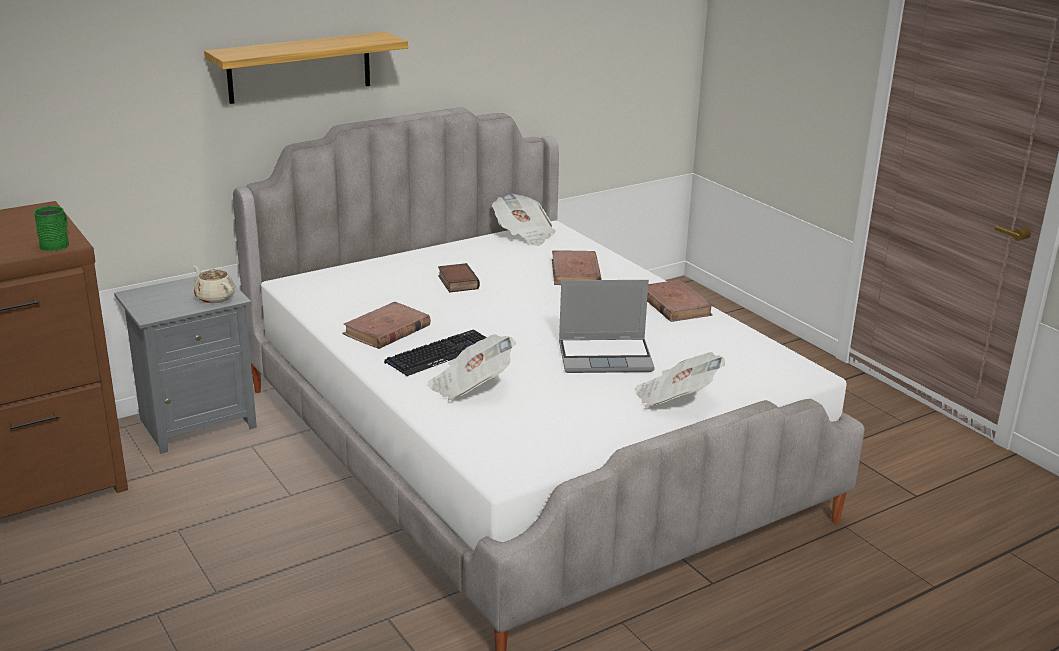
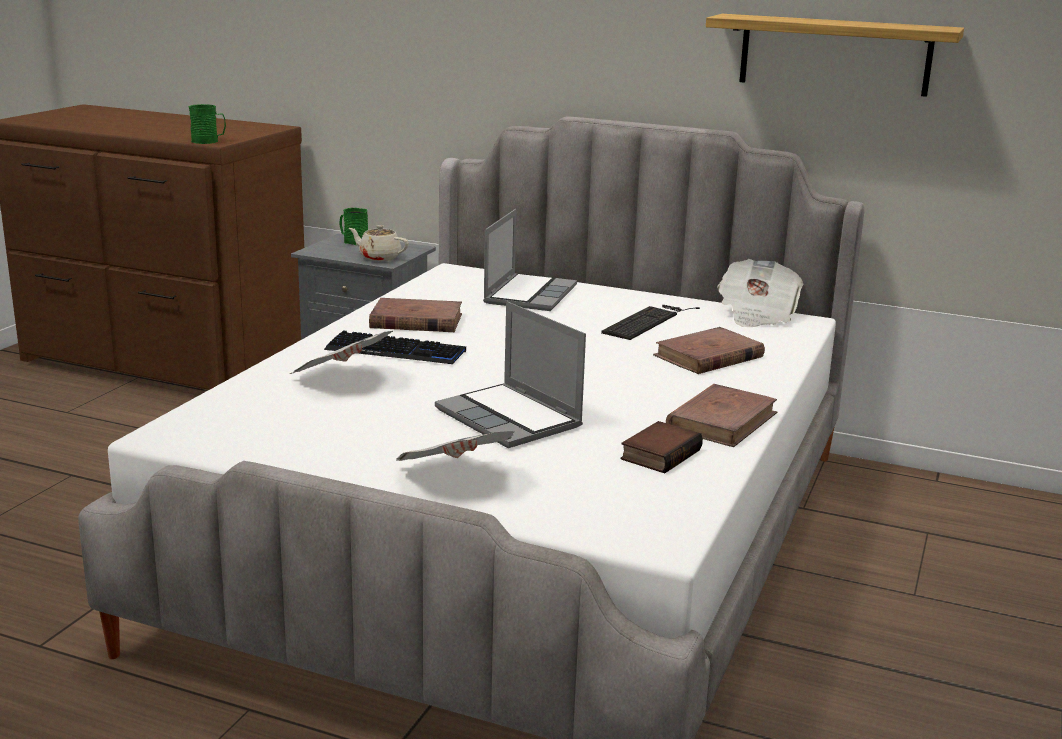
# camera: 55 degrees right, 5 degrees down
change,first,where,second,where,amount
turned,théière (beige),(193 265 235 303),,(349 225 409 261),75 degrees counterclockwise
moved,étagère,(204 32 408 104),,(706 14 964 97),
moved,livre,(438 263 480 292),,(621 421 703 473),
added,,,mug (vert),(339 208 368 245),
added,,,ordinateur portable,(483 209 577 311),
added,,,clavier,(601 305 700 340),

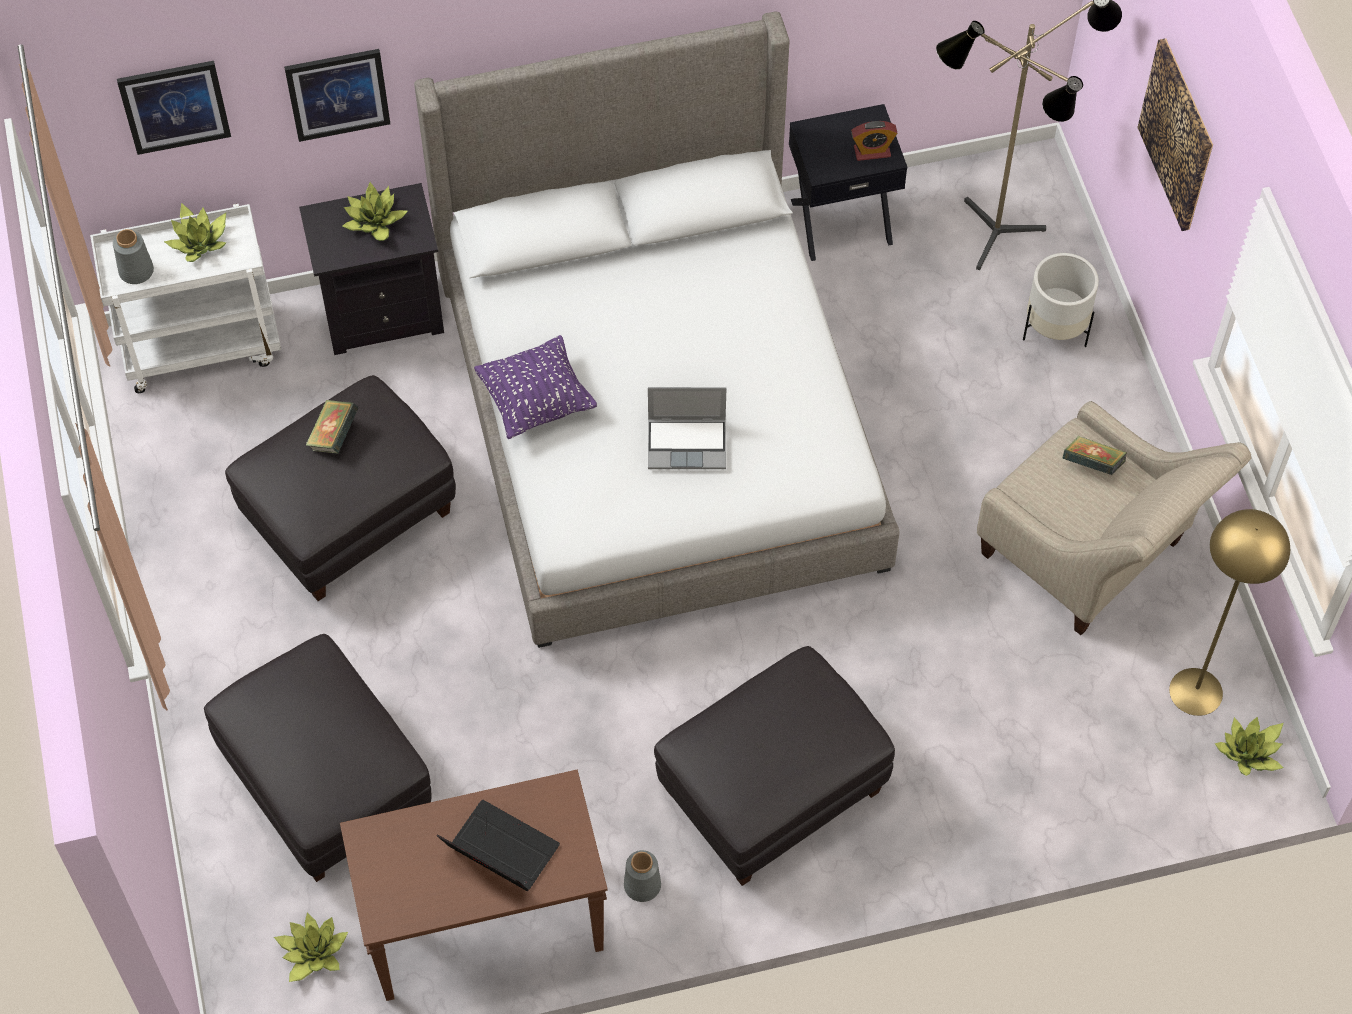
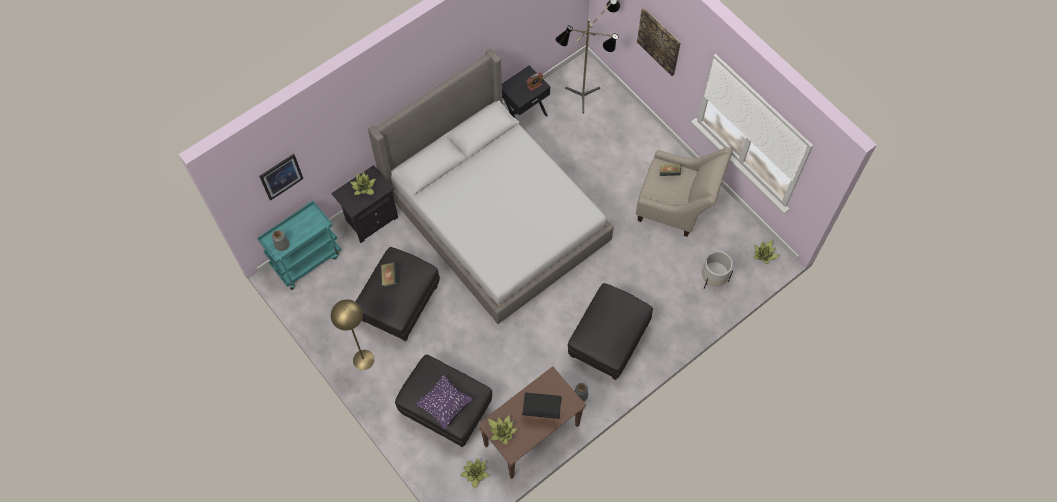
# camera: 25 degrees left, 5 degrees up
change,first,where,second,where,amount
recoloured,chariot (blanc),(90 204 281 393),chariot (turquoise),(257 201 341 290),
moved,plante en pot,(164 203 226 262),,(488 415 517 445),
removed,tableau,(284 49 390 142),,,
moved,coussin (violet),(474 335 597 439),,(416 374 473 429),
removed,ordinateur portable,(648 387 726 469),,,
moved,cache-pot (blanc),(1023 253 1099 347),,(702 251 733 289),
moved,lampadaire (jaune),(1169 509 1290 716),,(331 299 375 370),

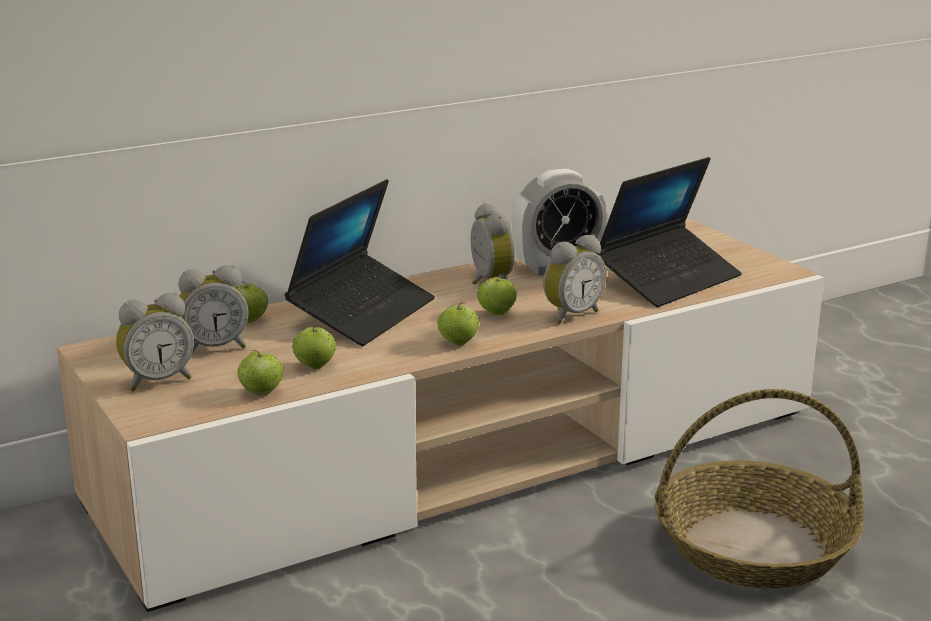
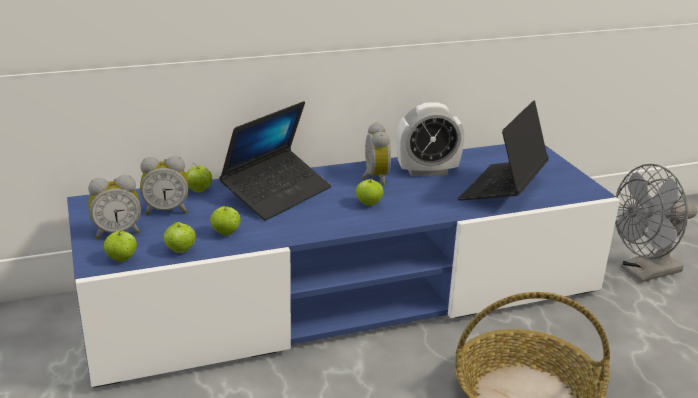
# camera: 10 degrees right, 5 degrees up
change,first,where,second,where,amount
recoloured,meuble télé (beige),(57 219 824 612),meuble télé (bleu),(67 144 620 388),
moved,pomme,(437 303 479 346),,(104 230 137 262),
removed,réveil,(543 234 607 324),,,
turned,ordinateur portable,(595 157 742 307),,(458 101 549 200),150 degrees clockwise
added,,,ventilateur (gris),(615 164 697 282),

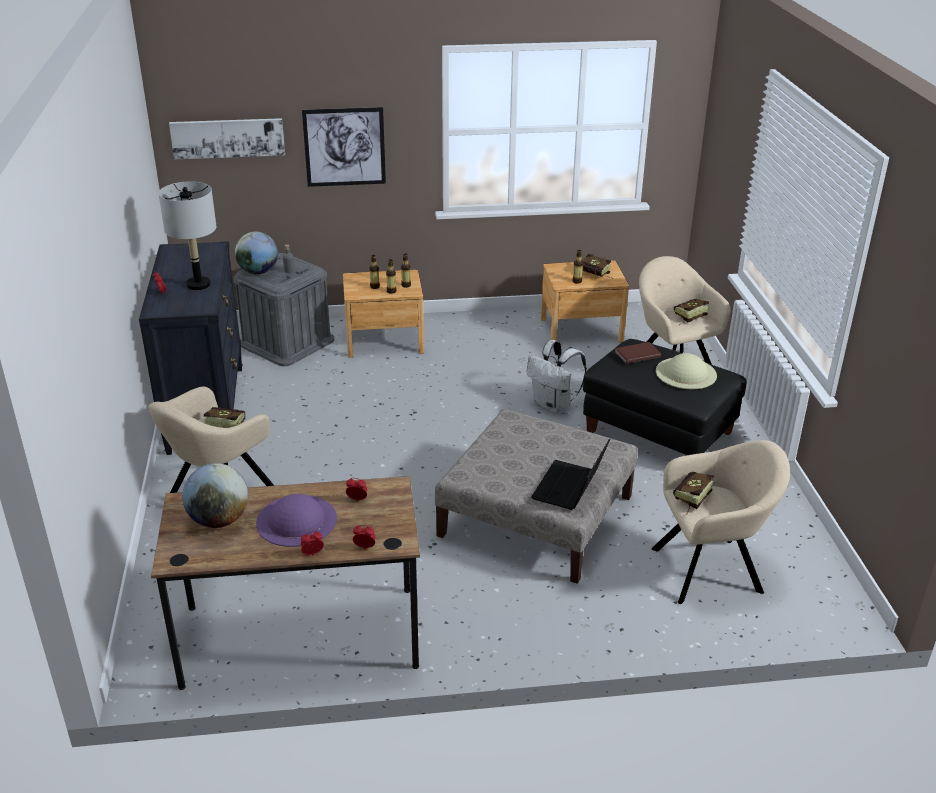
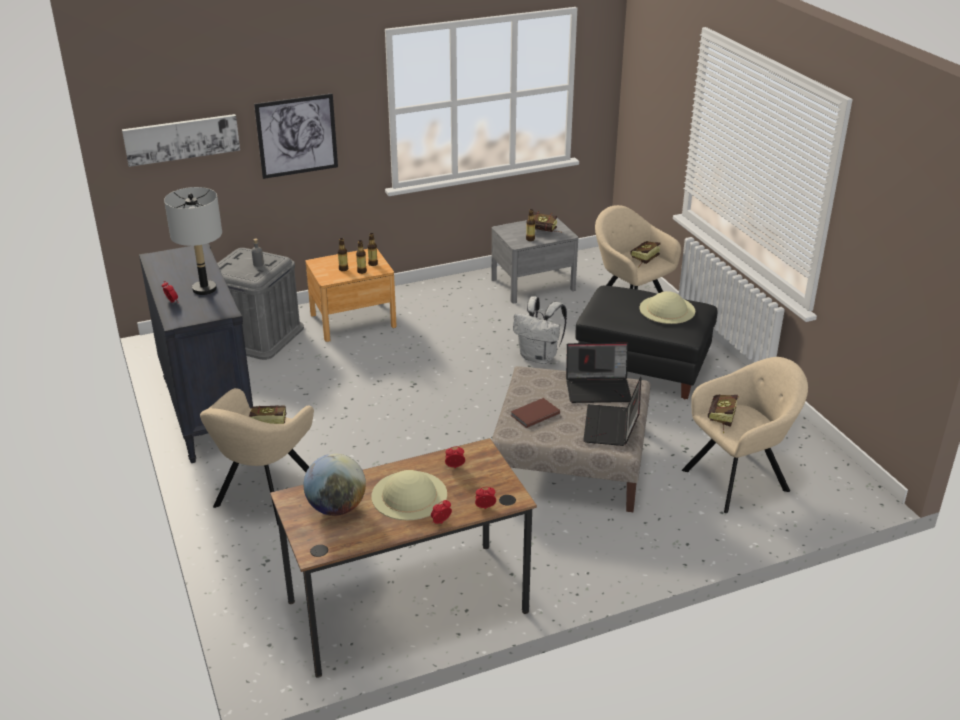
# camera: 15 degrees left, 0 degrees up
change,first,where,second,where,amount
removed,globe,(235 231 278 274),,,
recoloured,chapeau (violet),(256 494 337 547),chapeau (beige),(371 470 447 520),
recoloured,table de chevet (marron),(541 260 629 343),table de chevet (gris),(491 215 578 303),
moved,livre (marron),(615 342 661 364),,(510 398 560 428),
added,,,ordinateur portable,(566 343 631 403),

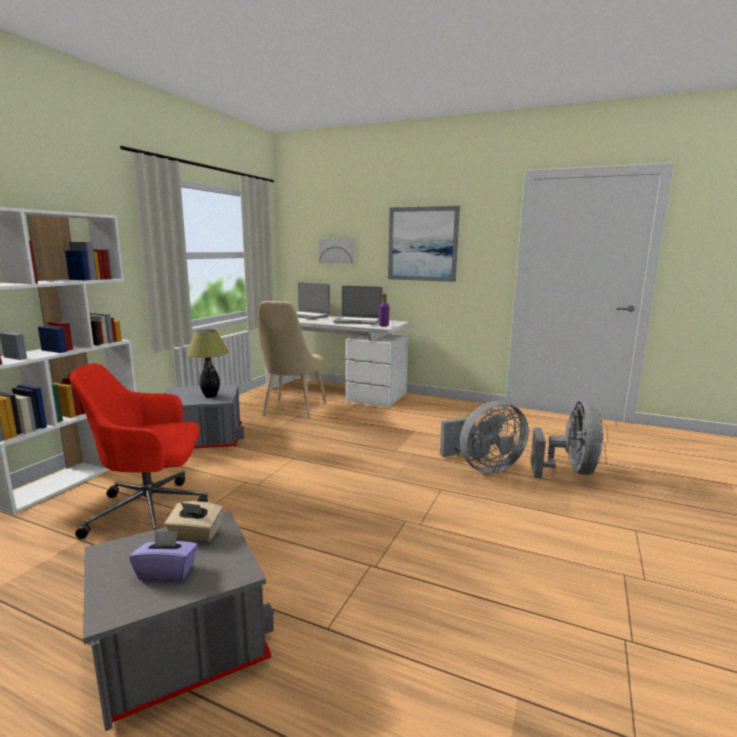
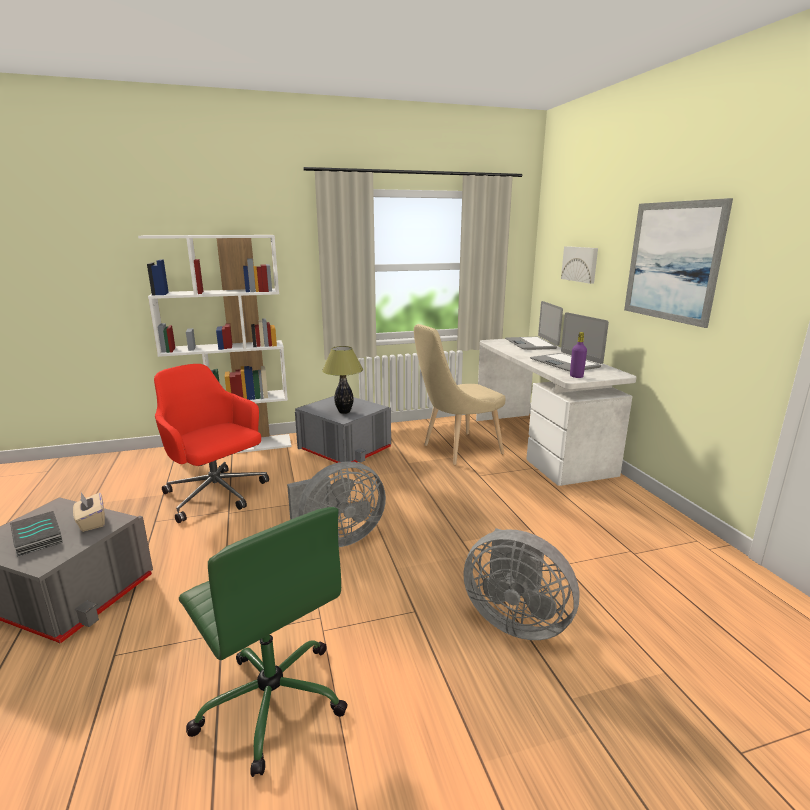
# camera: 50 degrees right, 5 degrees up
change,first,where,second,where,amount
replaced,boîte à mouchoirs (violet),(130 530 198 581),livre,(10 511 62 557),
moved,ventilateur (gris),(530 400 604 479),,(287 461 386 547),
added,,,chaise de bureau (vert),(179 507 348 777),

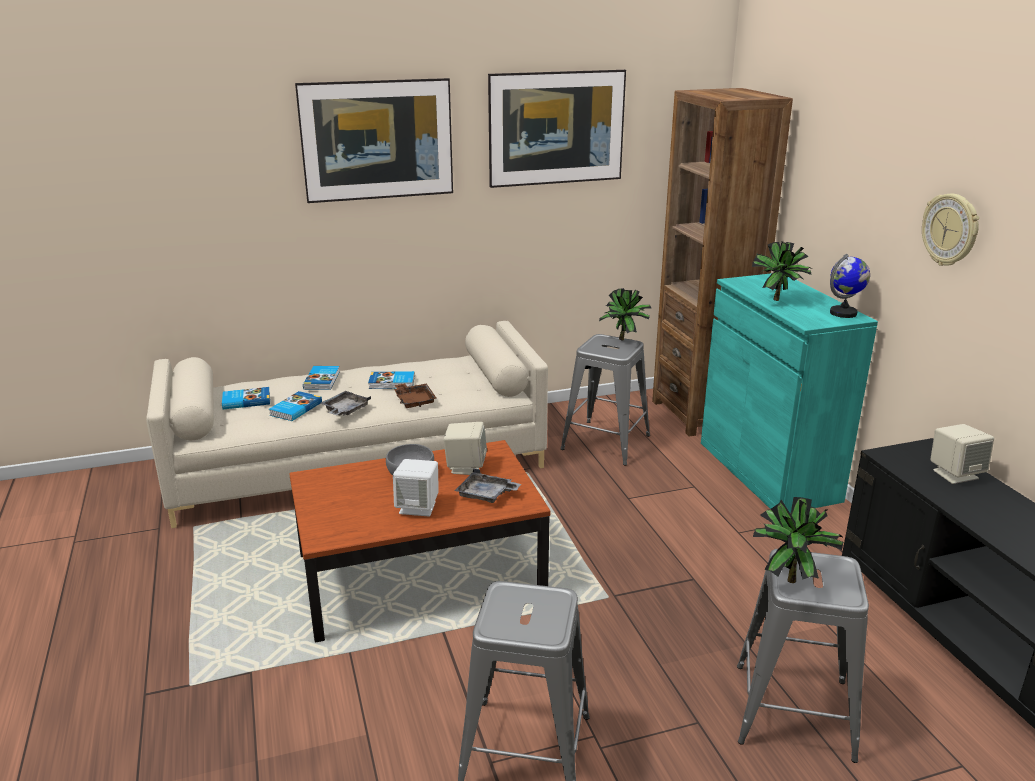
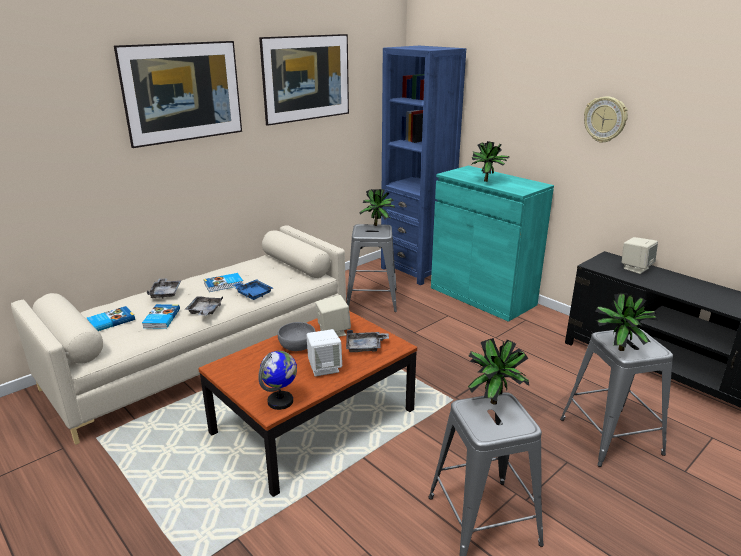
# camera: 25 degrees left, 0 degrees up
change,first,where,second,where,amount
replaced,livre,(303 366 340 390),plateau (gris),(147 278 181 299),
recoloured,plateau (marron),(394 383 437 408),plateau (bleu),(233 279 273 300),
recoloured,bibliothèque (marron),(652 88 793 437),bibliothèque (bleu),(381 46 466 285),
moved,globe,(830 254 870 318),,(258 351 297 410),
added,,,plante en pot,(468 338 530 405),

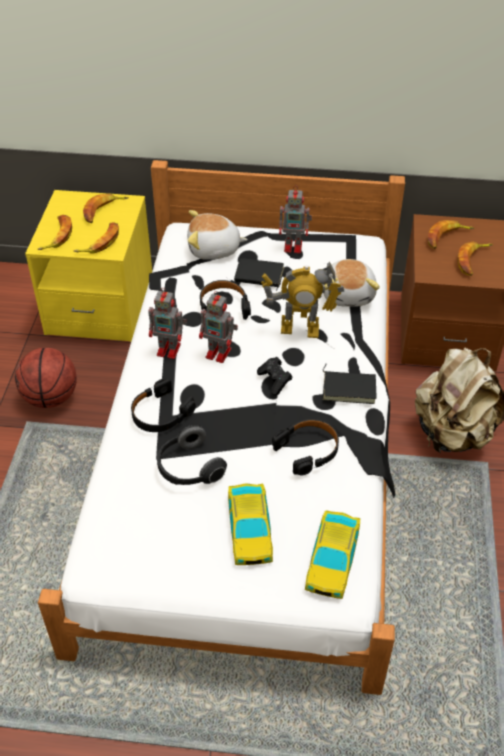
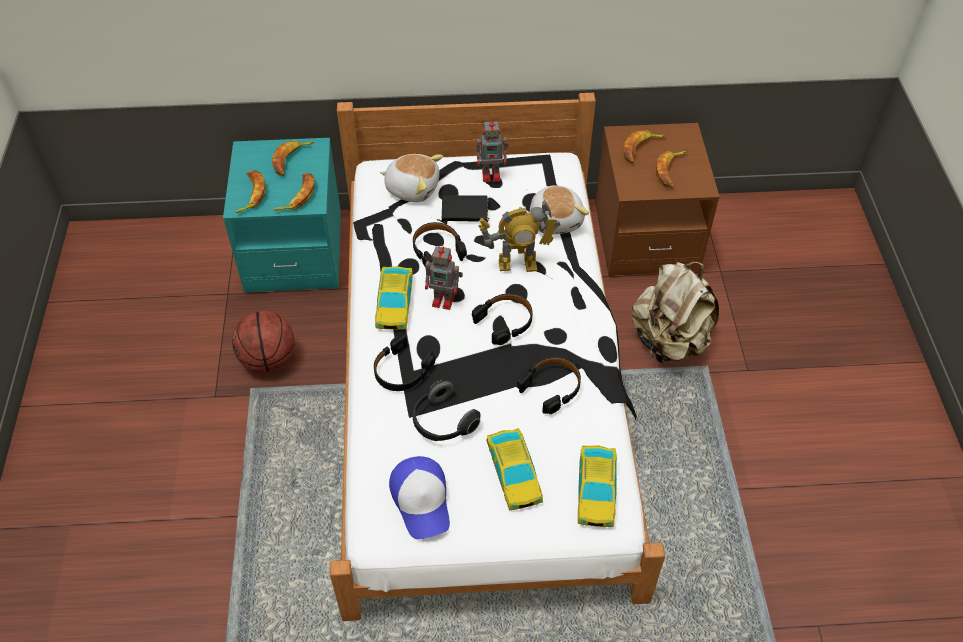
# camera: 10 degrees left, 5 degrees up
change,first,where,second,where,amount
recoloured,table de chevet (jaune),(25 190 152 342),table de chevet (turquoise),(223 138 341 293),
replaced,robot jouet,(149 288 187 359),petite voiture,(375 266 413 330),
turned,peluche,(187 210 248 260),,(380 154 443 202),150 degrees counterclockwise
replaced,manette (noir),(257 357 292 396),casque audio (noir),(472 293 533 345),
removed,livre (noir),(323 364 377 404),,,
added,,,casquette,(389 456 450 540),

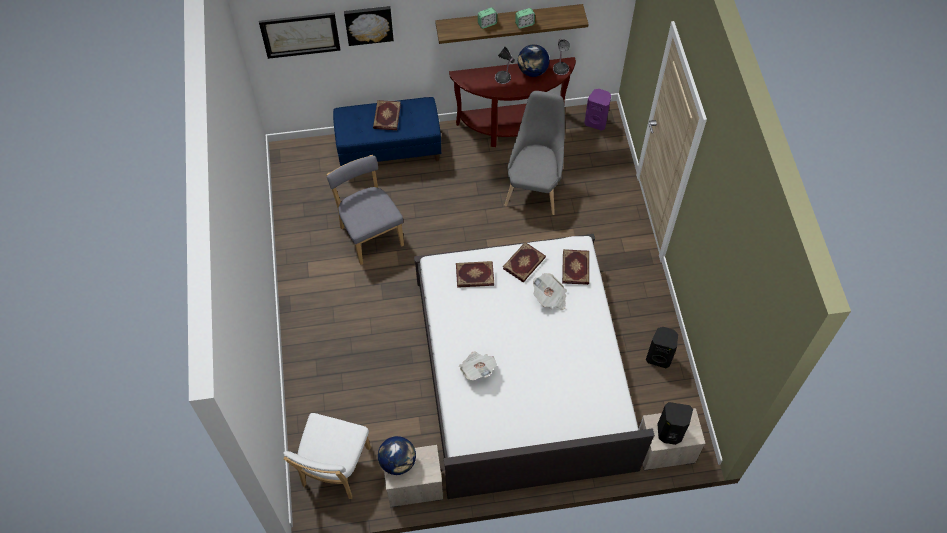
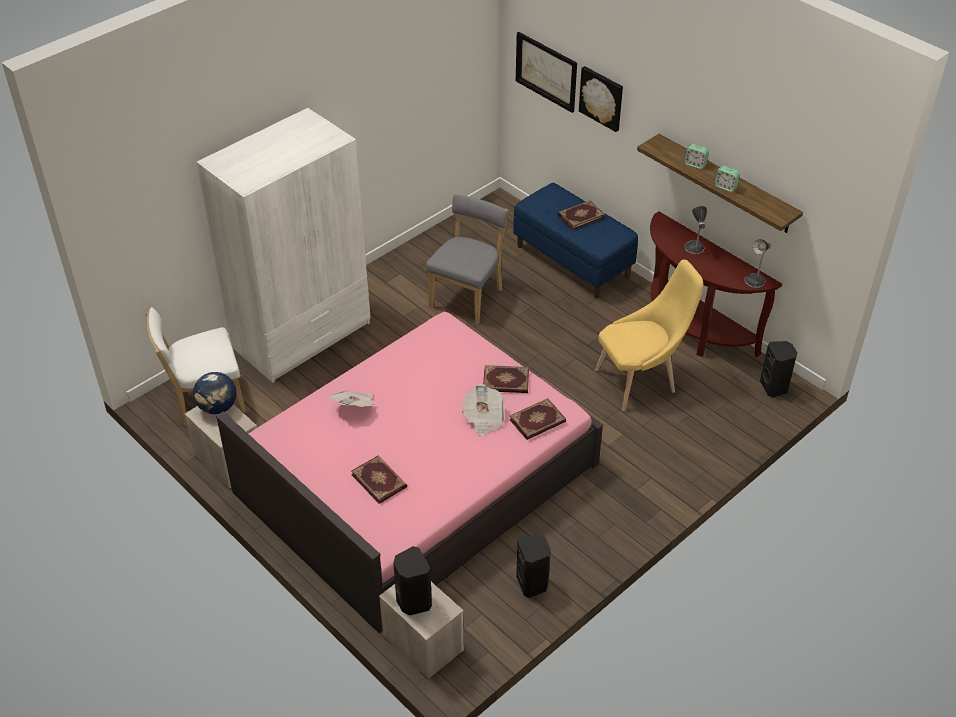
# camera: 55 degrees right, 15 degrees down
change,first,where,second,where,amount
recoloured,lit (blanc),(414 234 655 499),lit (rose),(216 312 603 634),
moved,livre,(456 261 494 288),,(351 455 407 504),
recoloured,chaise (gris),(505 91 565 215),chaise (jaune),(595 260 703 411),
removed,globe,(518 44 550 77),,,
recoloured,enceinte (violet),(585 89 611 131),enceinte (noir),(760 341 797 397),
added,,,armoire (blanc),(196 108 371 383),

